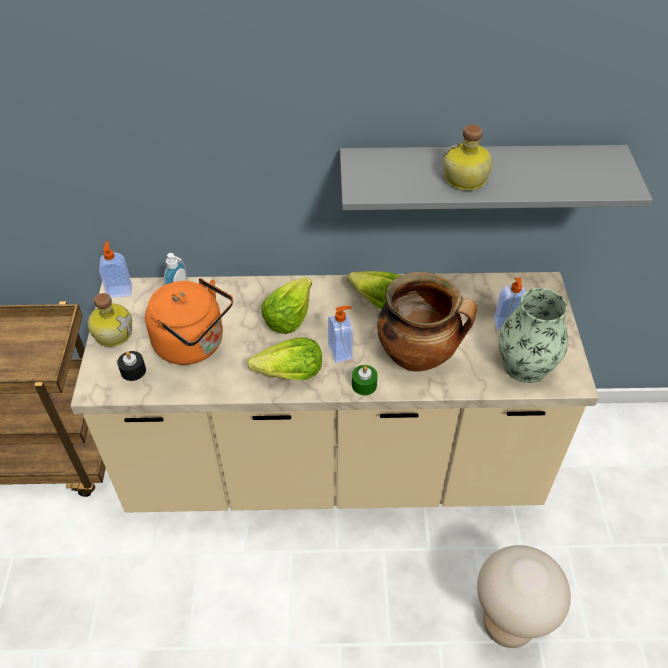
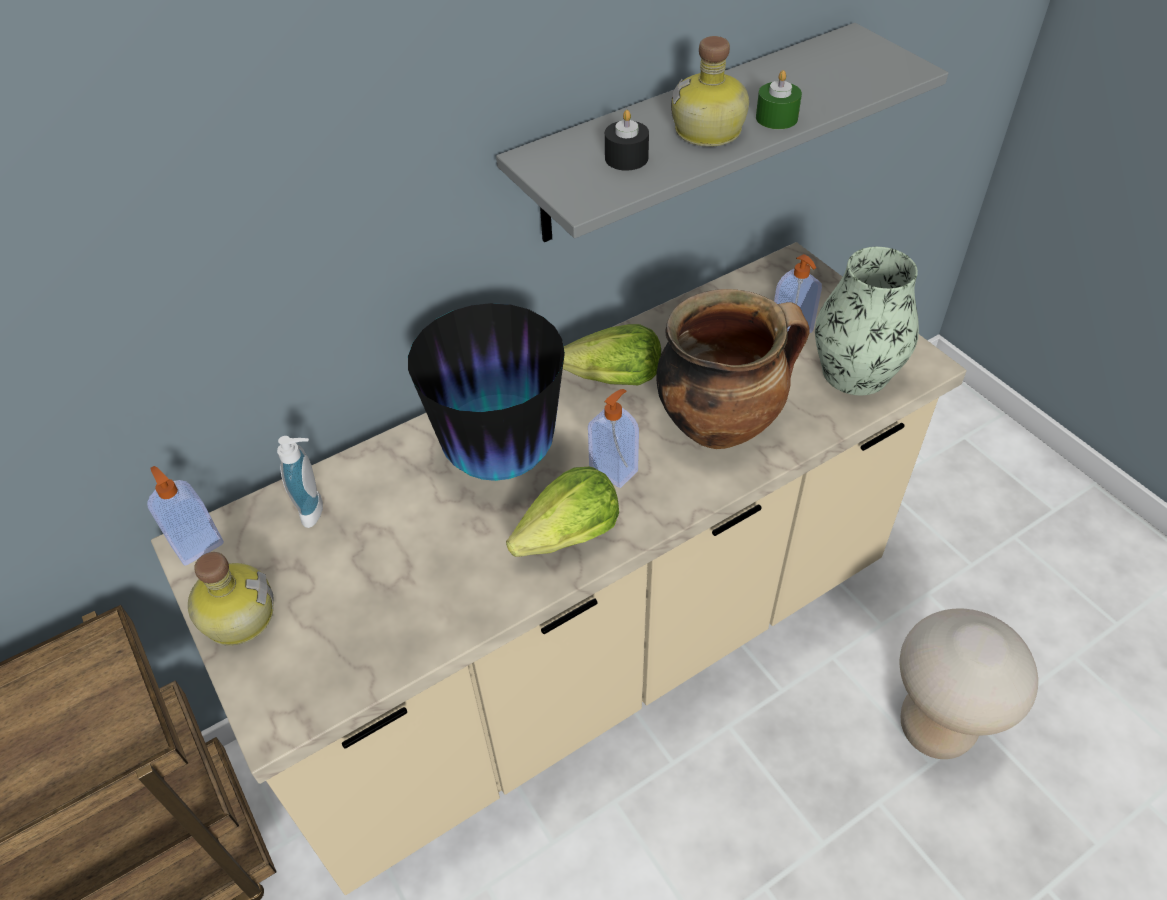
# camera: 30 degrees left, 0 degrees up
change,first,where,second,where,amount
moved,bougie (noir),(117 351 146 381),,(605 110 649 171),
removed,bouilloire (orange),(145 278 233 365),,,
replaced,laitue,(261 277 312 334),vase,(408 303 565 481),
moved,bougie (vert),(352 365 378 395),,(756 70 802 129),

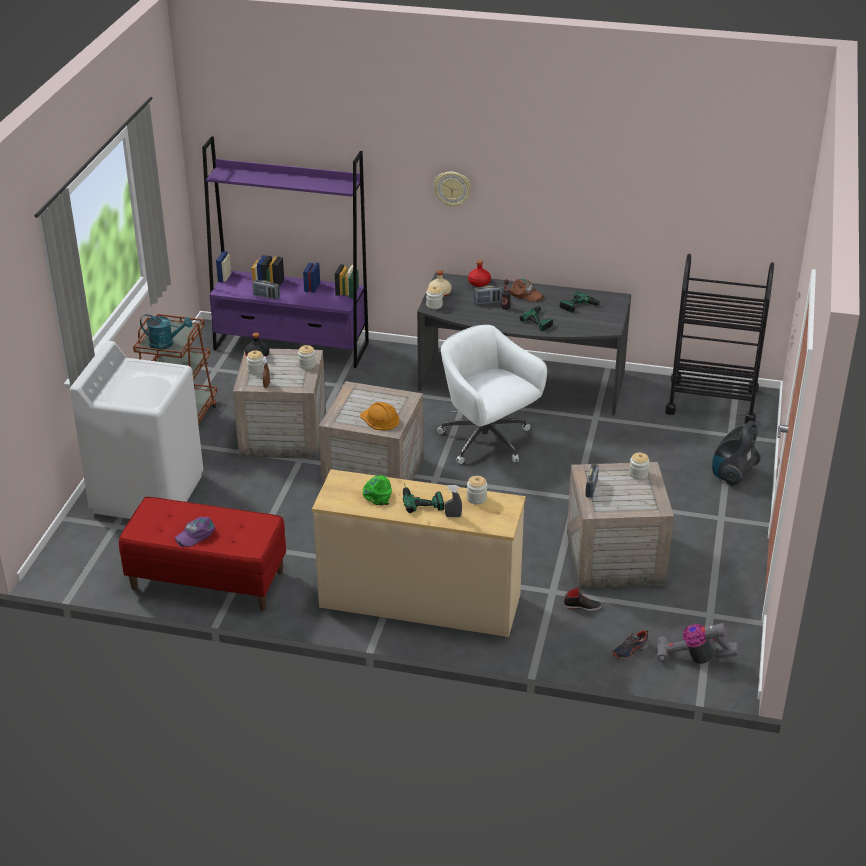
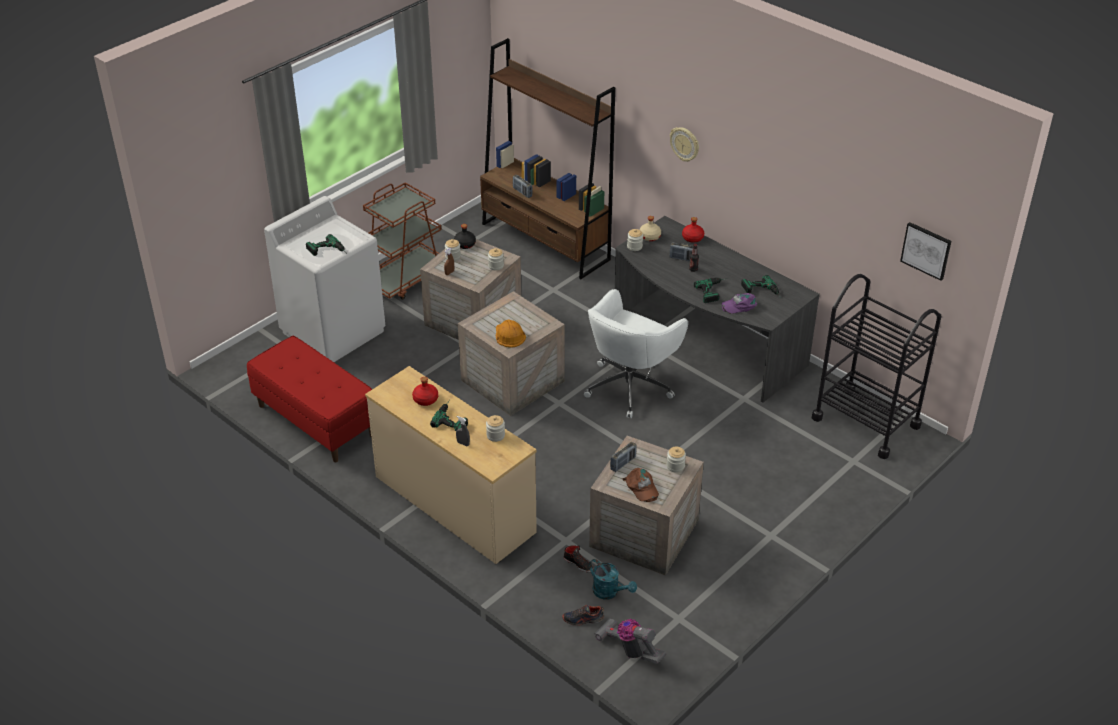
# camera: 30 degrees right, 5 degrees up
change,first,where,second,where,amount
moved,arrosoir (turquoise),(140 314 192 349),,(589 559 637 600),
moved,casquette (violet),(175 517 215 547),,(721 293 757 314),
recoloured,bibliothèque (violet),(202 137 369 368),bibliothèque (marron),(480 39 615 279),
replaced,casquette (vert),(363 475 392 506),bouteille (rouge),(412 377 438 406),
turned,chaise de bureau (blanc),(437 325 547 464),,(584 289 688 418),135 degrees counterclockwise
moved,casquette (marron),(509 279 544 302),,(622 468 659 502),
removed,aspirateur,(712 420 761 486),,,
added,,,perceuse,(306 234 346 256),
added,,,tableau,(900 222 952 281),

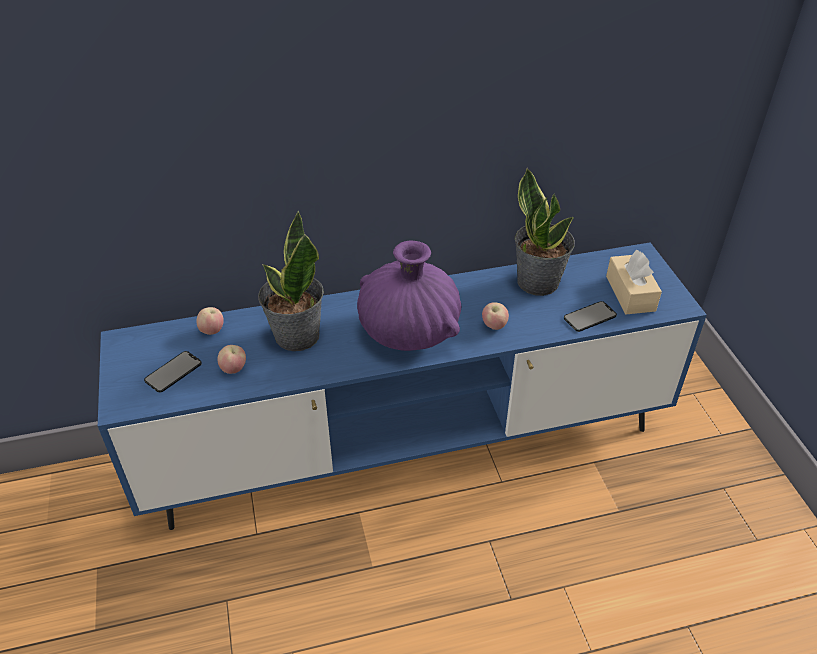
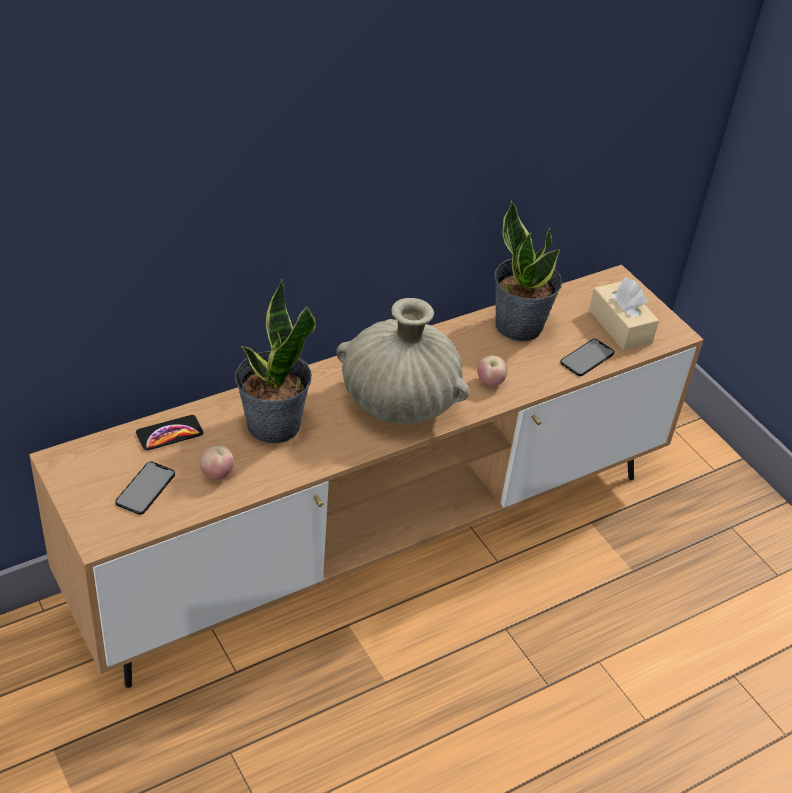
# camera: 20 degrees left, 0 degrees up
change,first,where,second,where,amount
recoloured,meuble télé (bleu),(98 242 707 530),meuble télé (marron),(29 265 704 688),
replaced,pomme,(197 307 224 335),téléphone,(136 415 204 450),
recoloured,vase (violet),(357 241 461 351),vase (beige),(336 298 470 424),

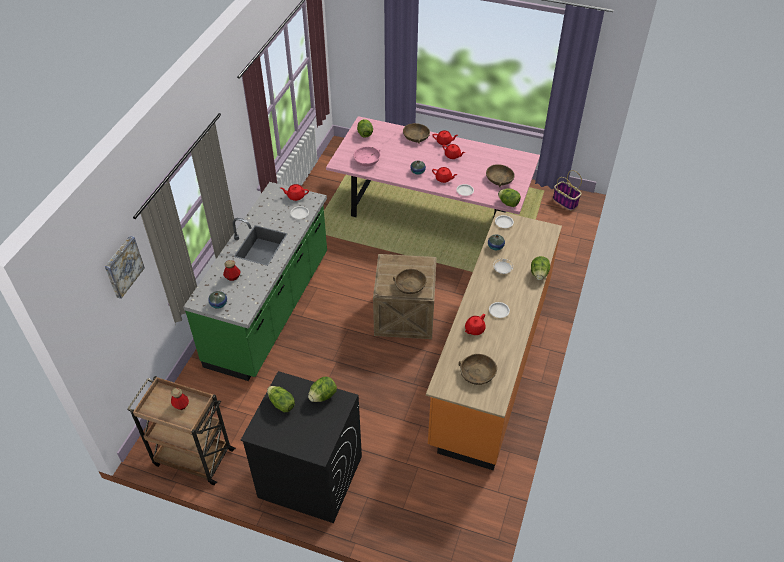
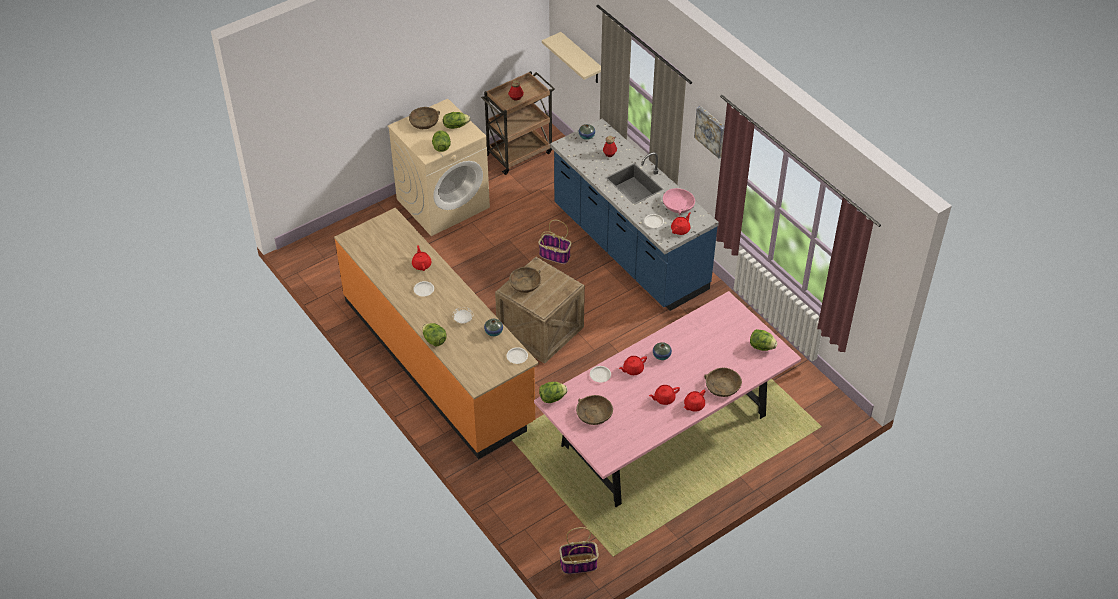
# camera: 125 degrees right, 0 degrees up
change,first,where,second,where,amount
moved,tableau,(105 236 145 299),,(694 106 725 158),
recoloured,comptoir de cuisine (vert),(183 182 327 381),comptoir de cuisine (bleu),(550 118 719 311),
recoloured,lave-linge (noir),(241 371 362 523),lave-linge (beige),(388 99 490 236),
moved,bol (rose),(354 146 380 166),,(663 188 695 216),
moved,bol (marron),(459 354 497 385),,(409 107 440 129),
added,,,panier,(538 220 571 264),
added,,,étagère (beige),(542 32 601 83),

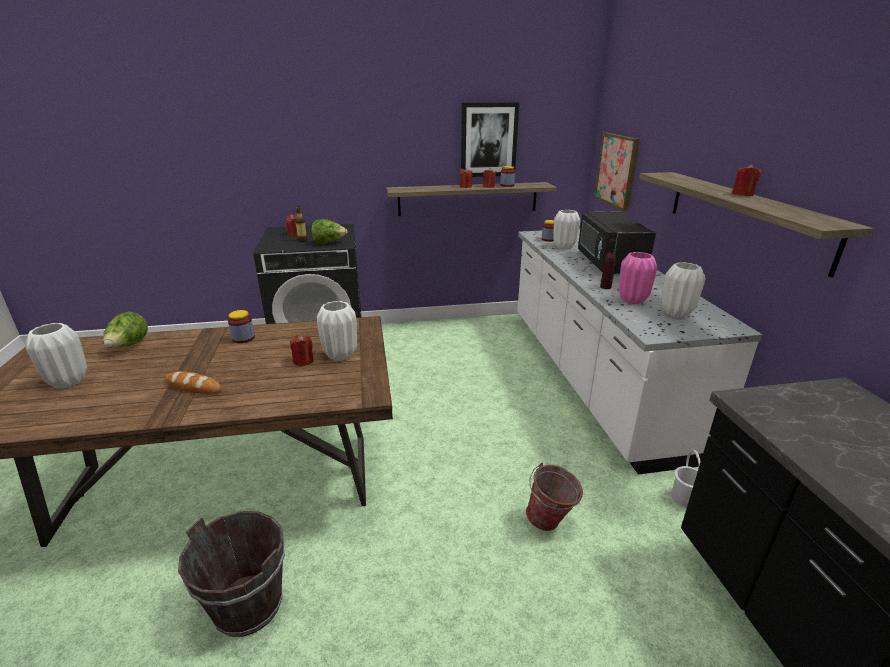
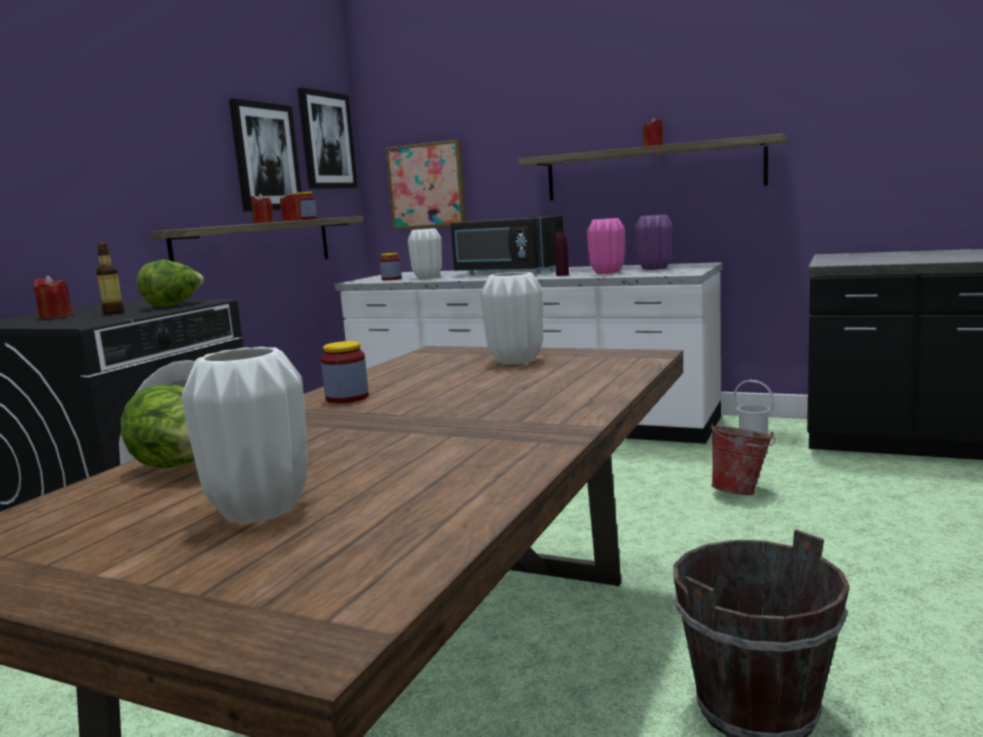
# camera: 55 degrees left, 15 degrees down
change,first,where,second,where,amount
removed,pain,(165 371 223 394),,,
removed,bougie (rouge),(290 335 314 366),,,
recoloured,vase (blanc),(662 262 706 318),vase (violet),(635 215 672 270),
added,,,tableau,(298 88 358 189),

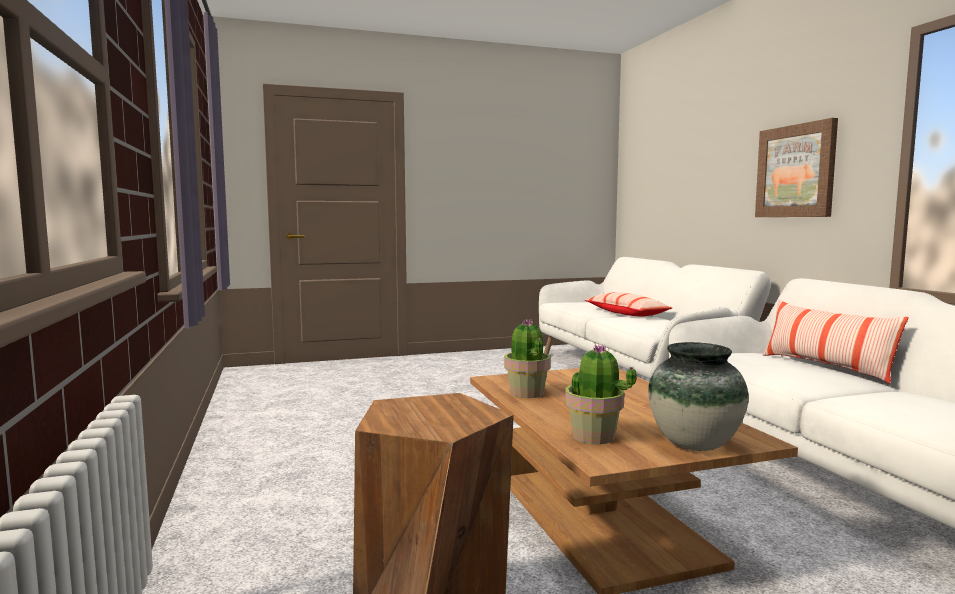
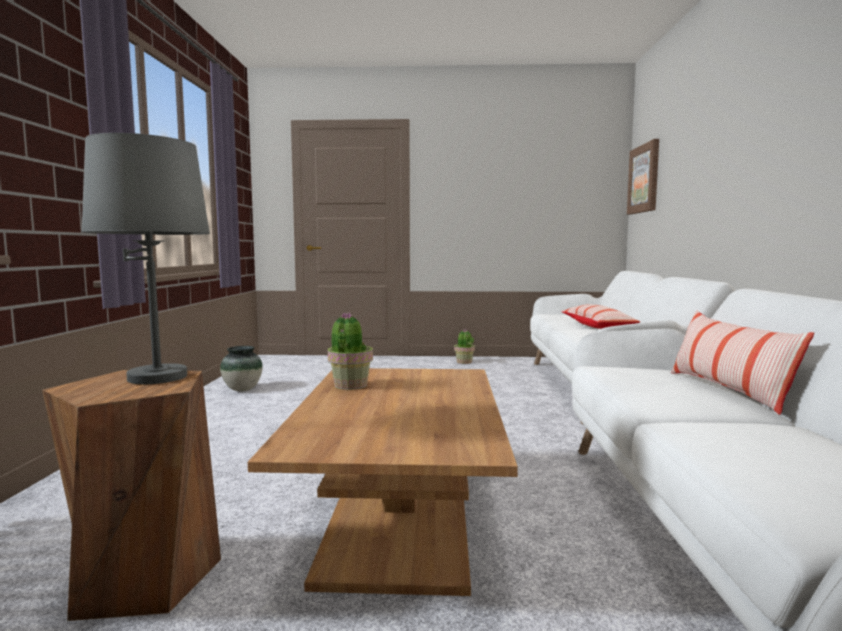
# camera: 20 degrees right, 0 degrees up
change,first,where,second,where,amount
moved,plante en pot,(565 344 637 444),,(454 329 475 364),
moved,vase,(648 342 749 451),,(220 346 263 391),
moved,tableau,(755 118 838 217),,(627 139 659 214),
added,,,lampe de table (gris),(81 133 210 384),

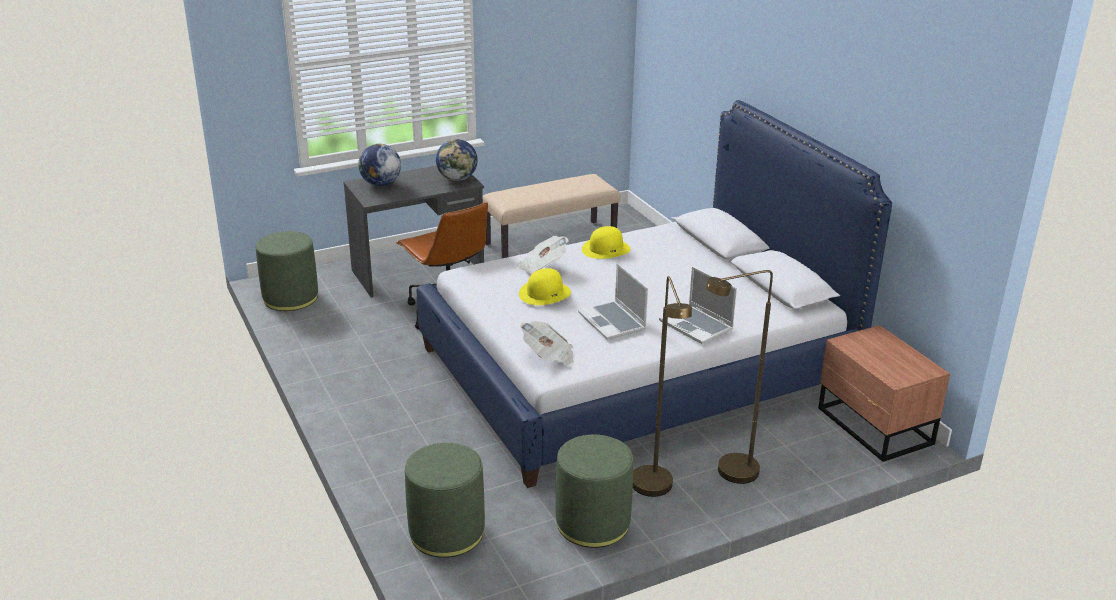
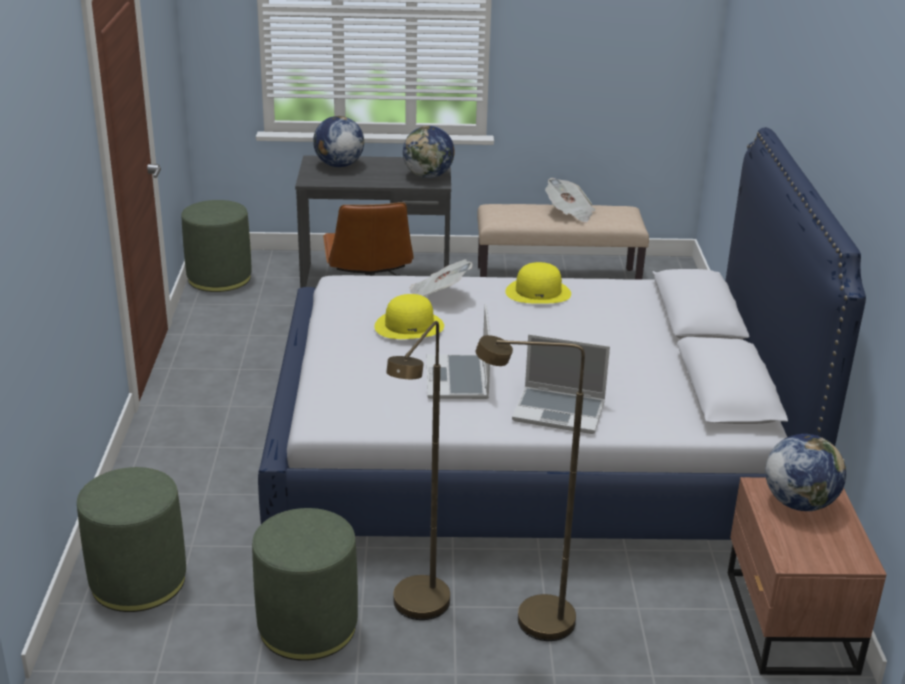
# camera: 25 degrees right, 0 degrees up
change,first,where,second,where,amount
moved,journal,(520 321 574 366),,(545 178 596 223),
turned,ordinateur portable,(659 267 737 344),,(512 334 610 434),60 degrees counterclockwise
added,,,globe,(765 434 846 511),

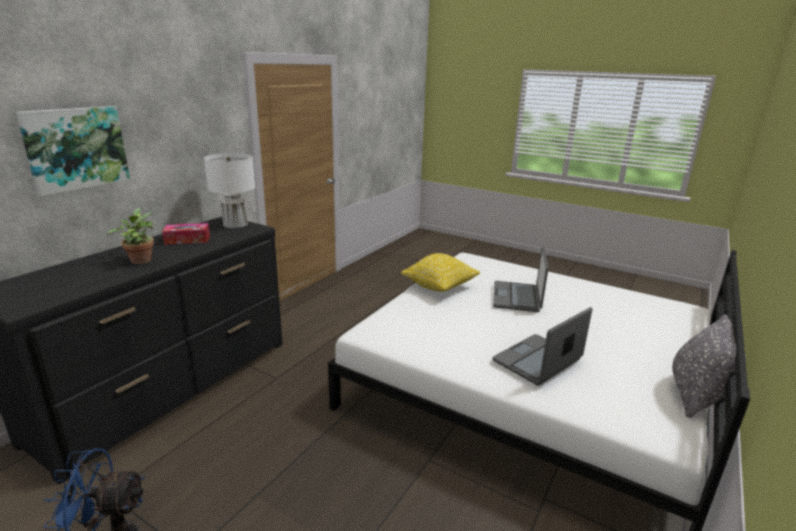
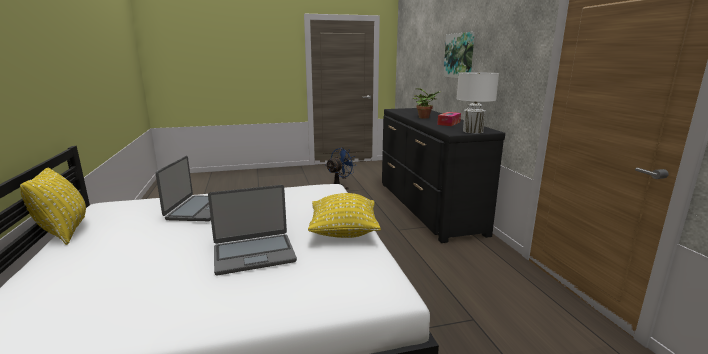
# camera: 135 degrees right, 5 degrees down
change,first,where,second,where,amount
turned,ordinateur portable,(493 246 548 312),,(208 185 297 275),105 degrees clockwise
recoloured,coussin (gris),(673 314 746 418),coussin (jaune),(20 168 86 245),

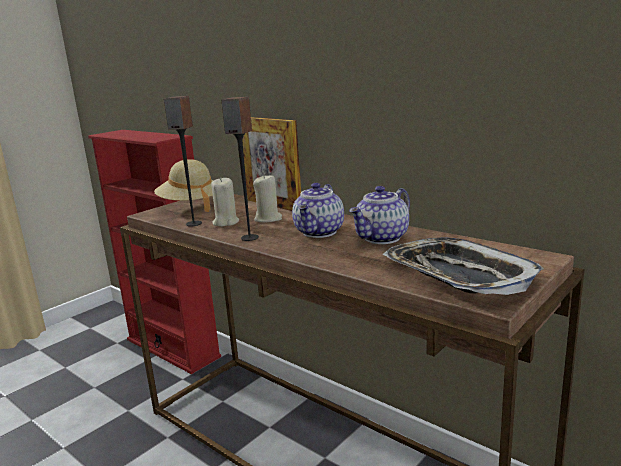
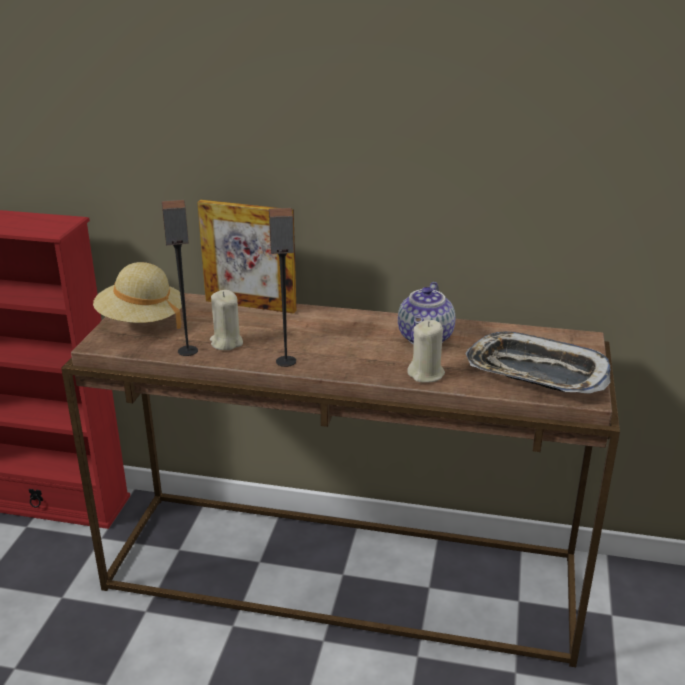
# camera: 30 degrees left, 10 degrees up
change,first,where,second,where,amount
moved,bougie (beige),(253 174 282 223),,(407 320 445 383),
removed,théière,(292 183 344 238),,,

